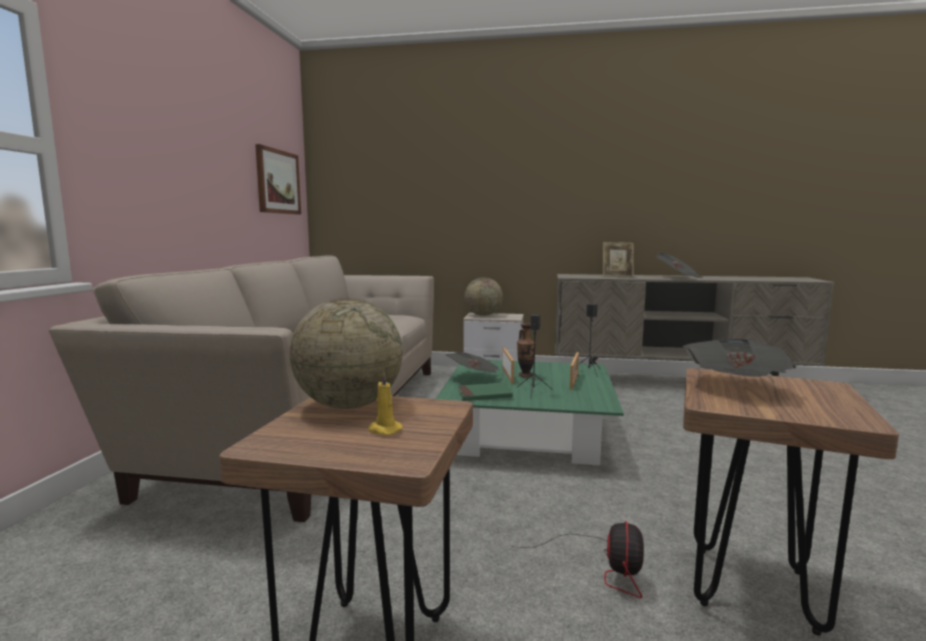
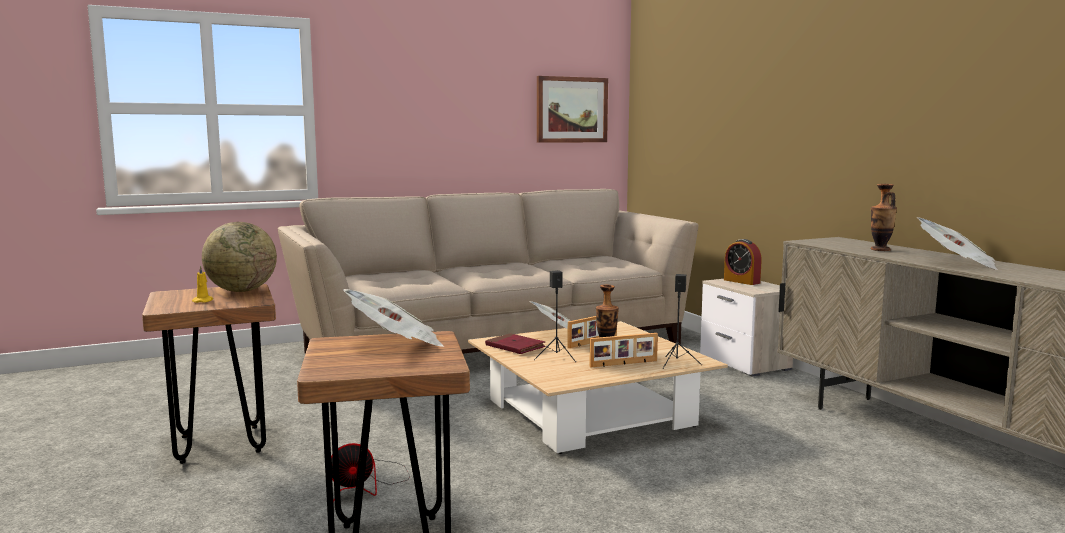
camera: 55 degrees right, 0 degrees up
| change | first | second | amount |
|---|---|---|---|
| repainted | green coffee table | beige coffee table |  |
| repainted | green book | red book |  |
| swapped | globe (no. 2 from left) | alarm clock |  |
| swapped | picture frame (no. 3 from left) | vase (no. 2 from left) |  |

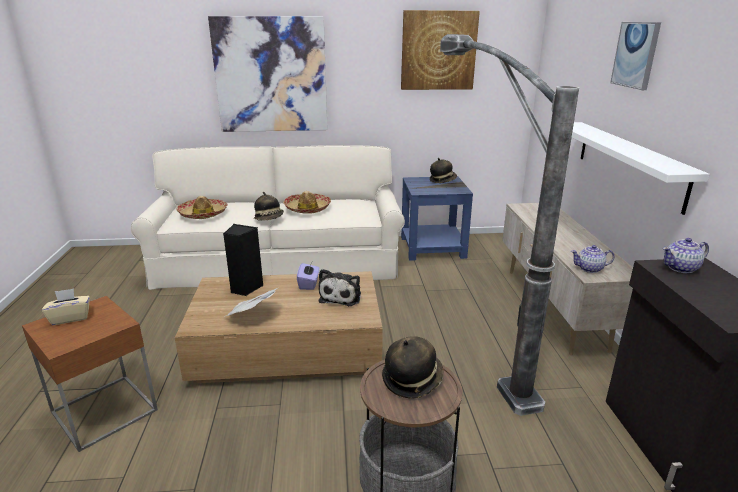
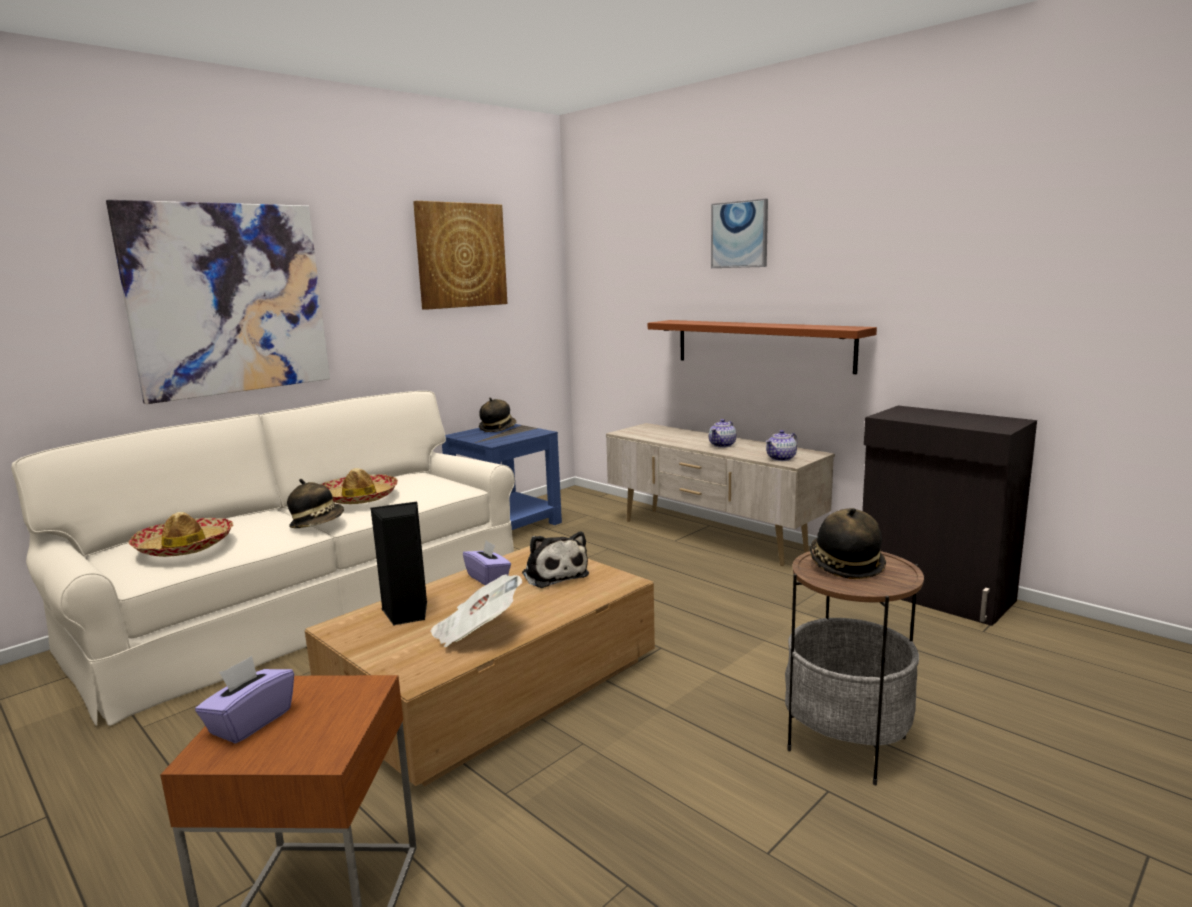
camera: 40 degrees left, 10 degrees down
| change | first | second | amount |
|---|---|---|---|
| repainted | beige tissue box | purple tissue box (no. 1 from left) |  |
| repainted | white shelf | brown shelf |  |
| shifted | teapot (no. 2 from left in the first image) | teapot (no. 1 from left) |  |
| gone | floor lamp |  |  |

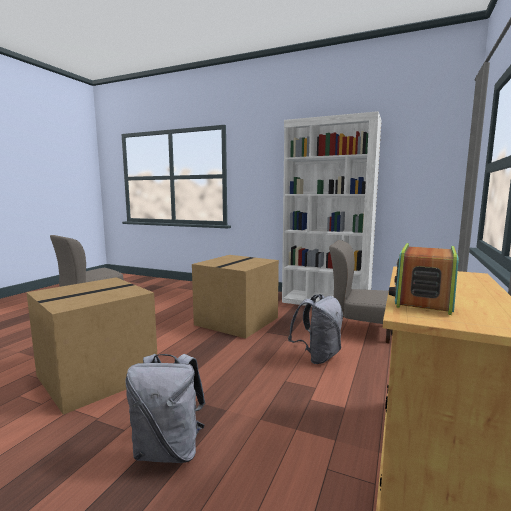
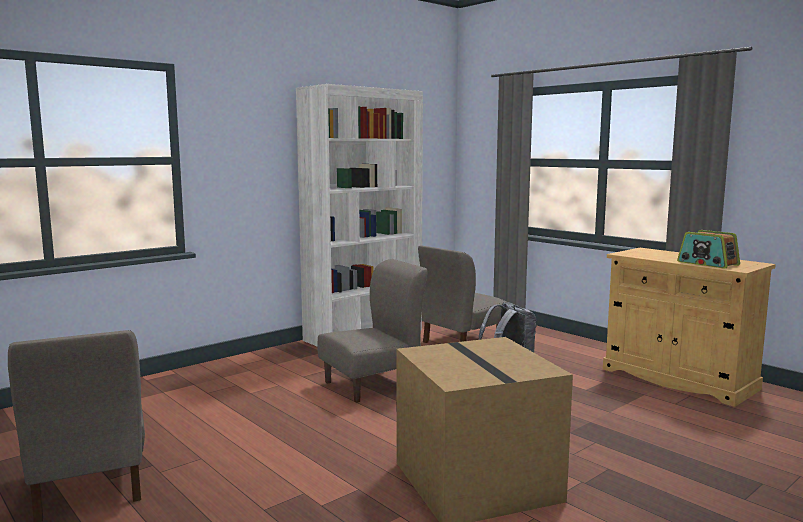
camera: 65 degrees left, 0 degrees up
| change | first | second | amount |
|---|---|---|---|
| swapped | cardboard box (no. 2 from left) | grey chair (no. 2 from left) |  |
| gone | grey backpack (no. 1 from left) |  |  |

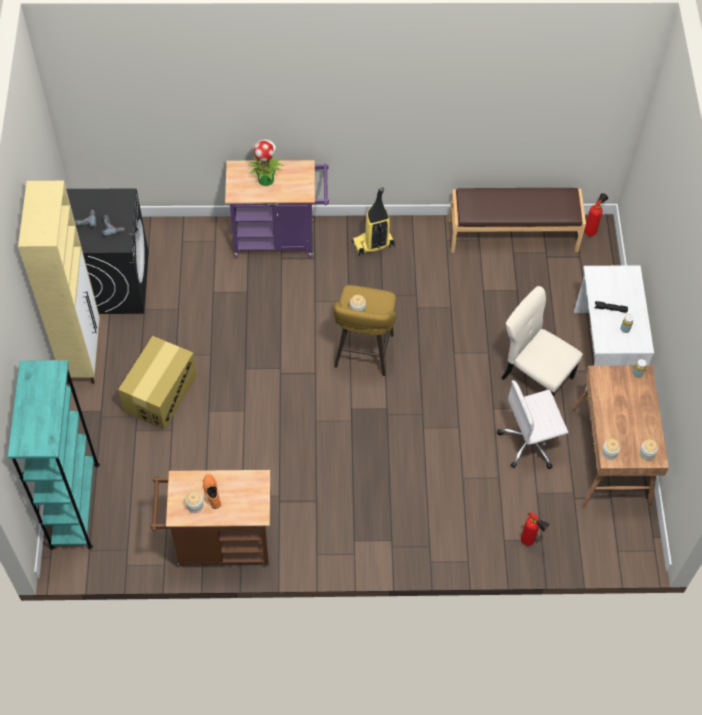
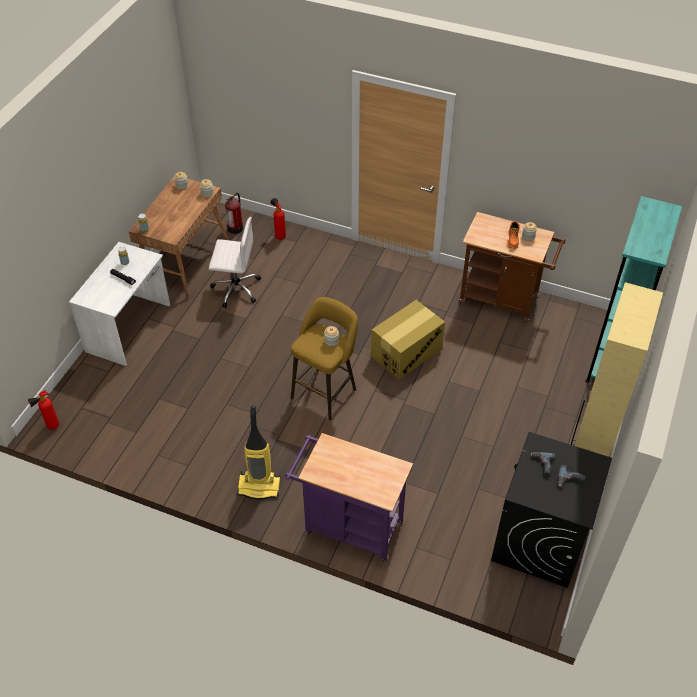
camera: 155 degrees left, 10 degrees down
| change | first | second | amount |
|---|---|---|---|
| new |  | fire extinguisher (no. 2 from left) |  |
| shifted | cardboard box |  |  |
| gone | potted plant |  |  |
| gone | brown bench |  |  |
| gone | beige chair |  |  |

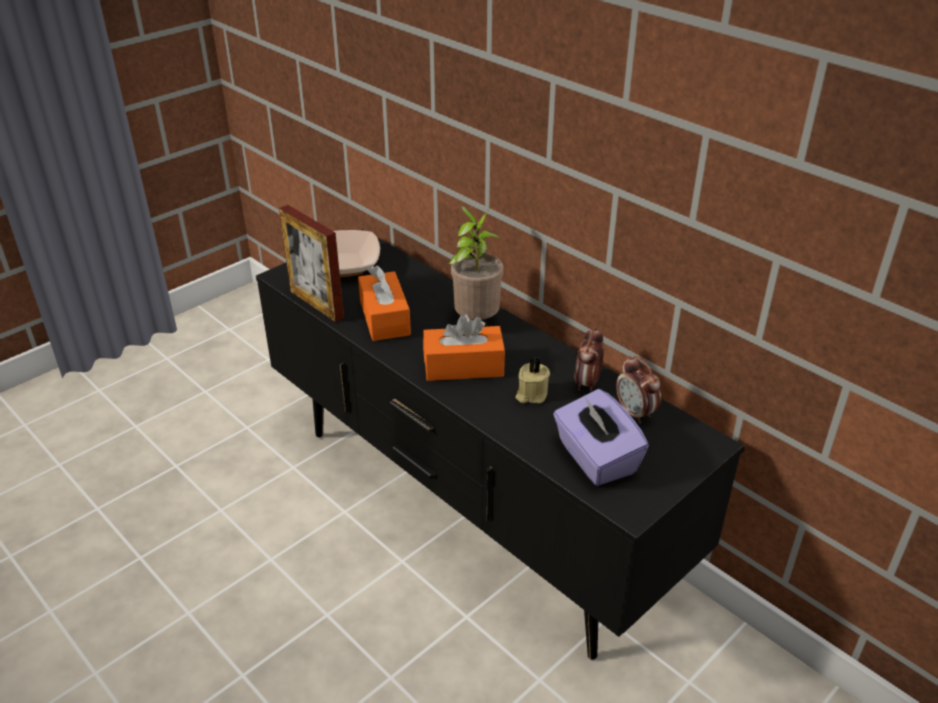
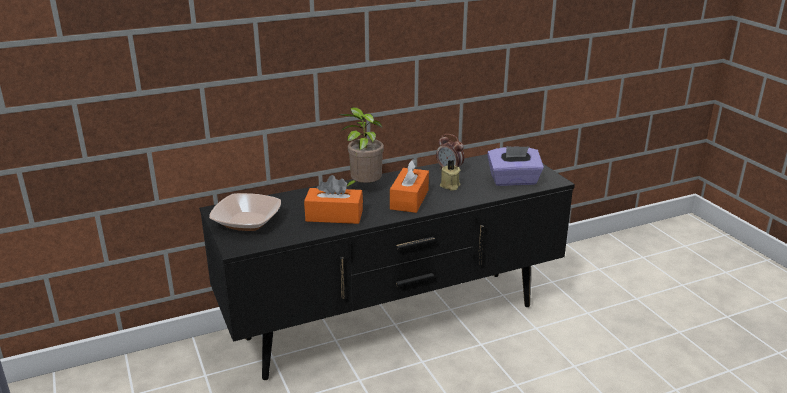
camera: 70 degrees left, 10 degrees down
| change | first | second | amount |
|---|---|---|---|
| gone | picture frame |  |  |
| gone | alarm clock (no. 2 from left) |  |  |

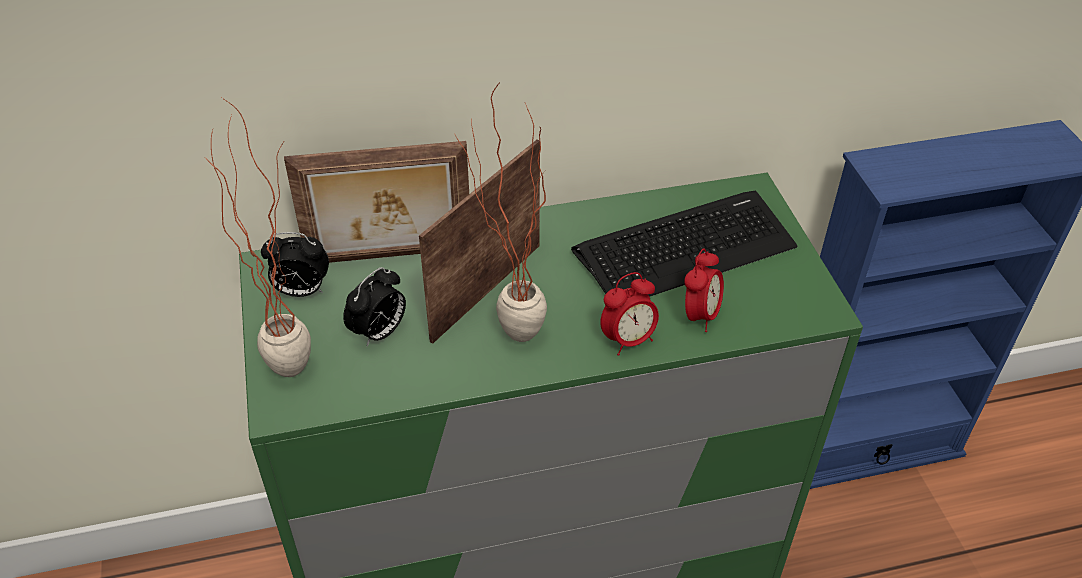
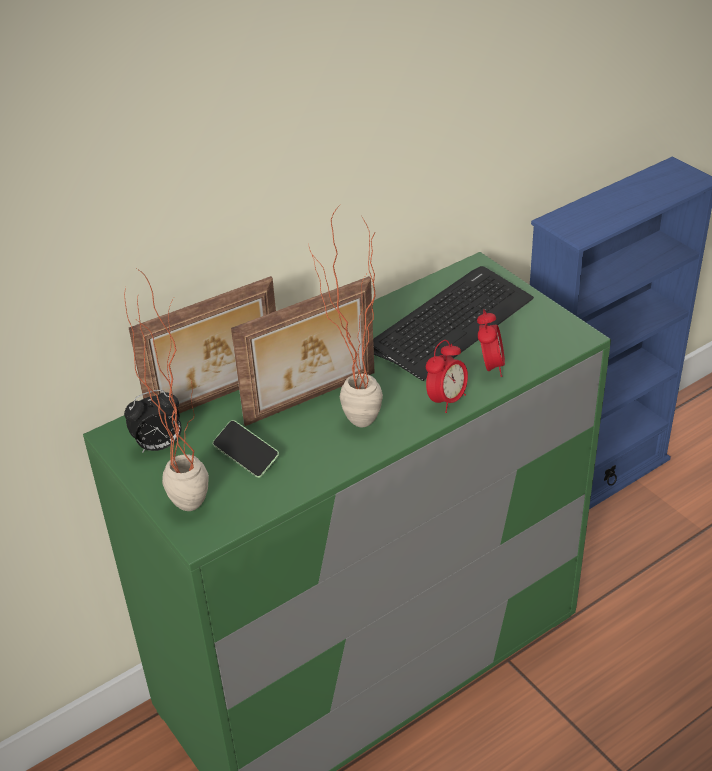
camera: 20 degrees left, 5 degrees down
| change | first | second | amount |
|---|---|---|---|
| swapped | alarm clock (no. 2 from left) | phone |  |
| rotated | picture frame (no. 2 from left) |  | 135 degrees counterclockwise |

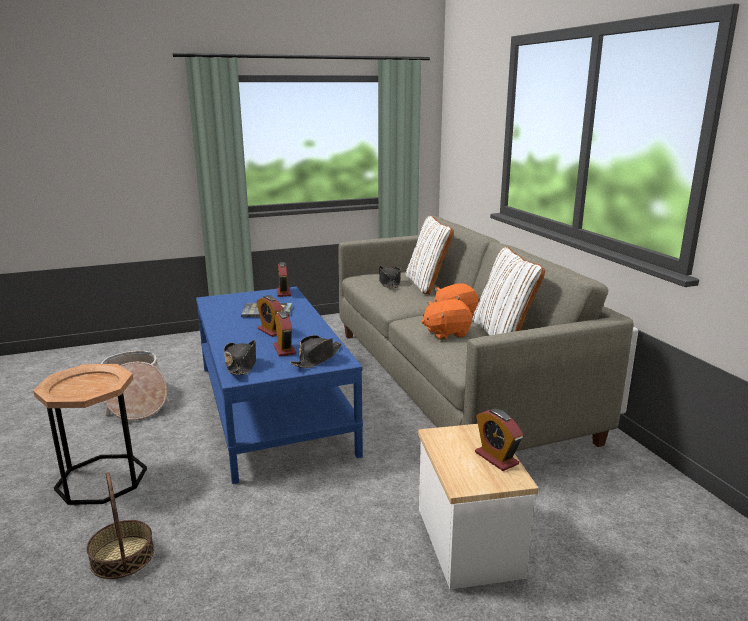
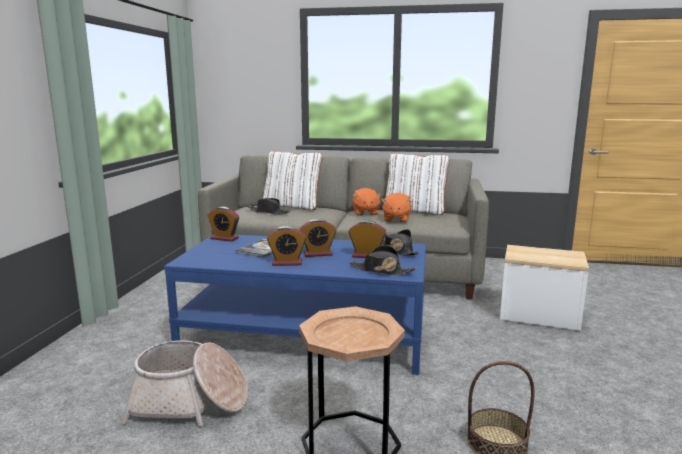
camera: 60 degrees left, 5 degrees down
| change | first | second | amount |
|---|---|---|---|
| shifted | alarm clock (no. 4 from left in the first image) | alarm clock (no. 2 from left) |  |

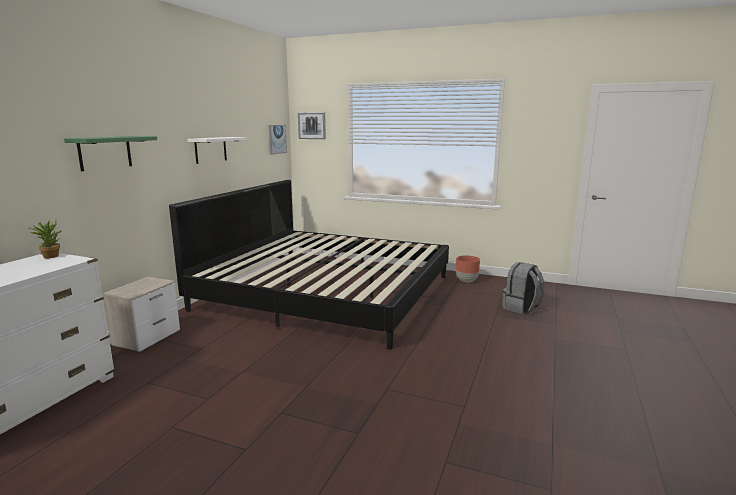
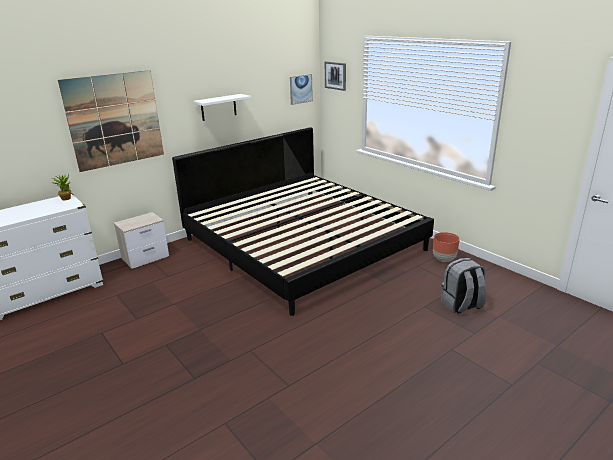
camera: 30 degrees right, 10 degrees up
| change | first | second | amount |
|---|---|---|---|
| swapped | green shelf | picture (no. 1 from left) |  |

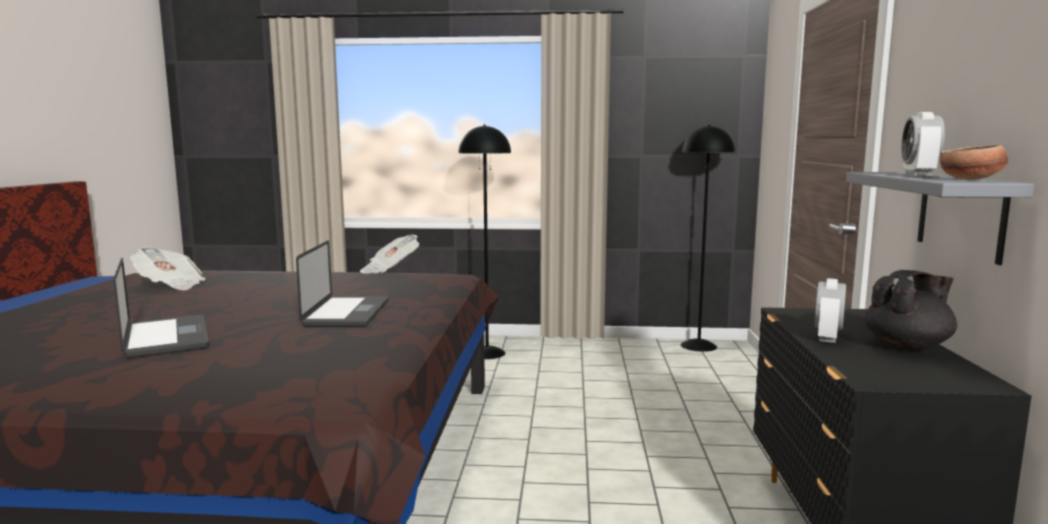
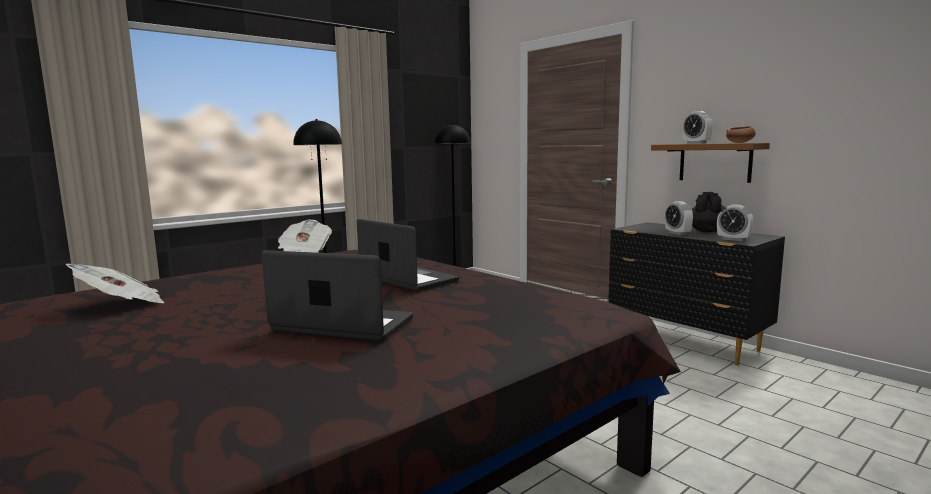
camera: 45 degrees left, 0 degrees up
| change | first | second | amount |
|---|---|---|---|
| repainted | grey shelf | brown shelf |  |
| new |  | alarm clock (no. 3 from left) |  |

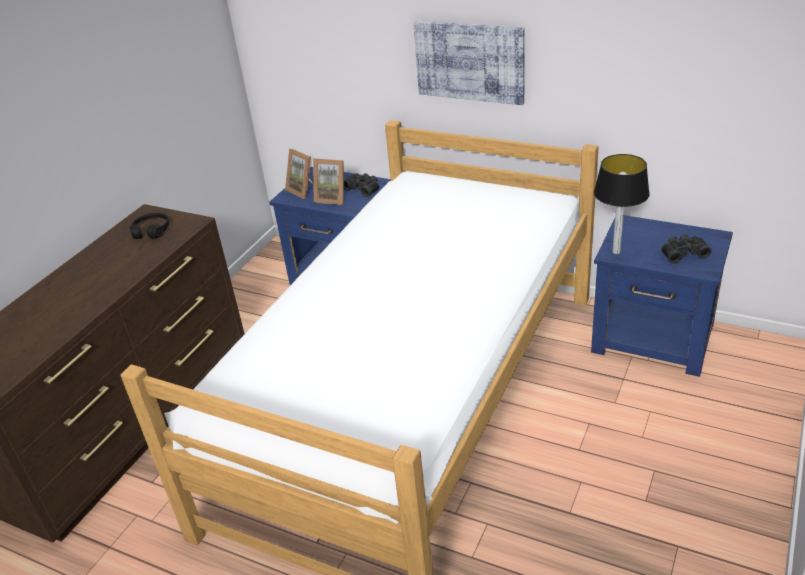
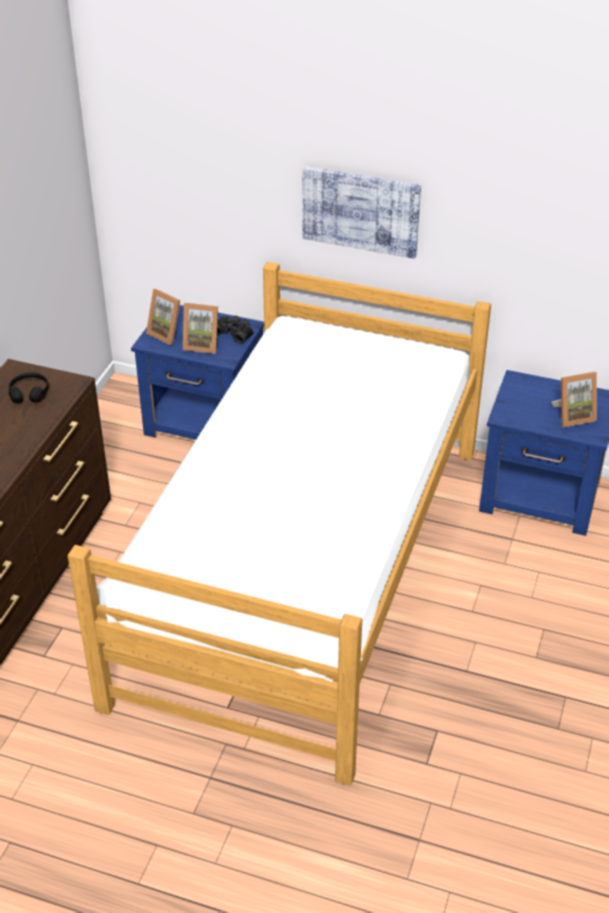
camera: 10 degrees left, 5 degrees up
| change | first | second | amount |
|---|---|---|---|
| swapped | black binoculars (no. 2 from left) | picture frame (no. 3 from left) |  |
| gone | table lamp |  |  |

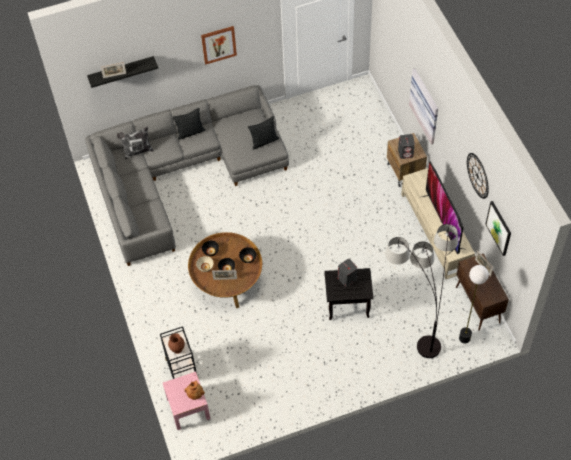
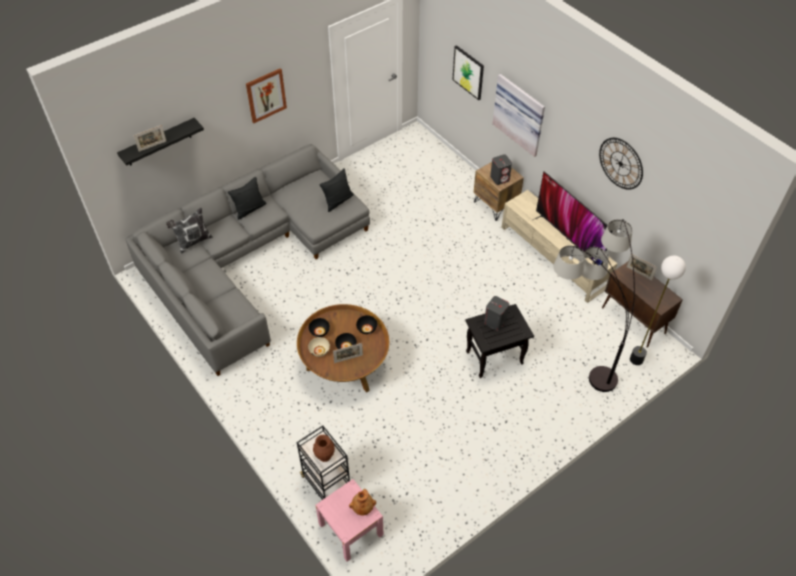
camera: 20 degrees left, 5 degrees down
| change | first | second | amount |
|---|---|---|---|
| shifted | picture (no. 3 from left in the first image) | picture (no. 2 from left) |  |

